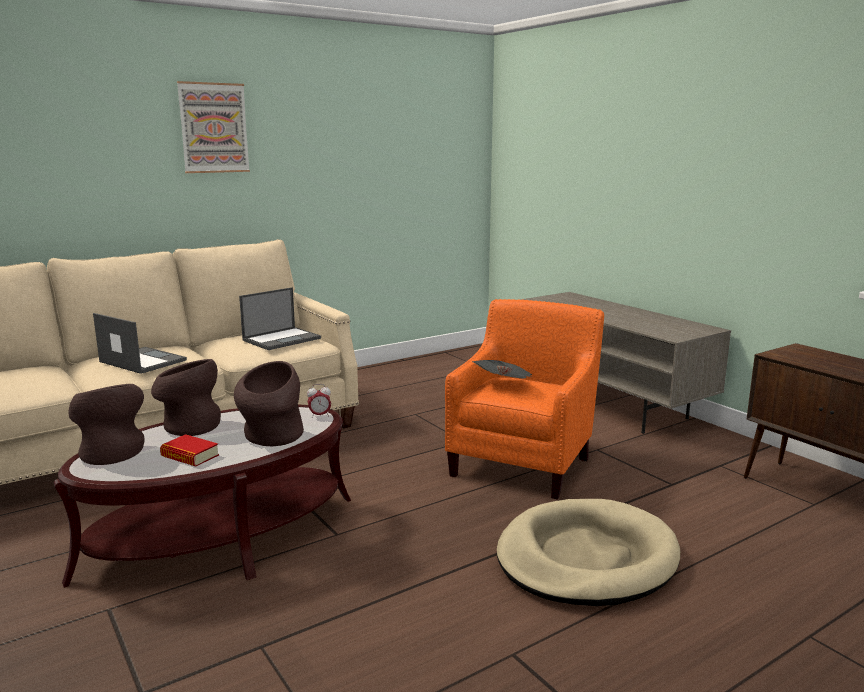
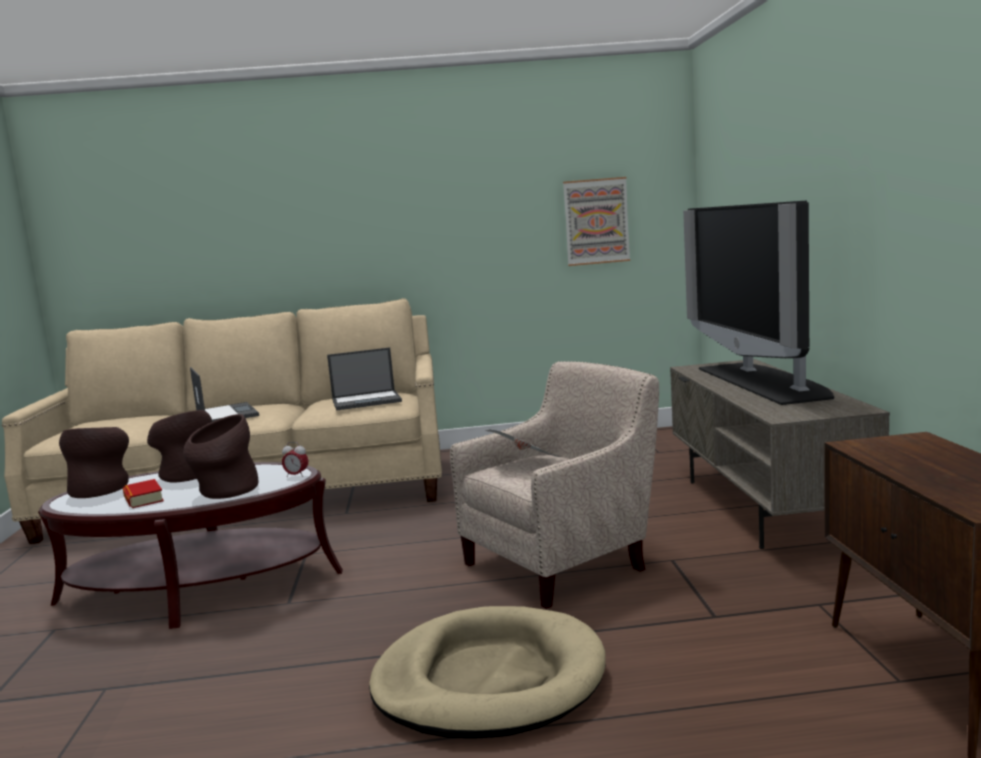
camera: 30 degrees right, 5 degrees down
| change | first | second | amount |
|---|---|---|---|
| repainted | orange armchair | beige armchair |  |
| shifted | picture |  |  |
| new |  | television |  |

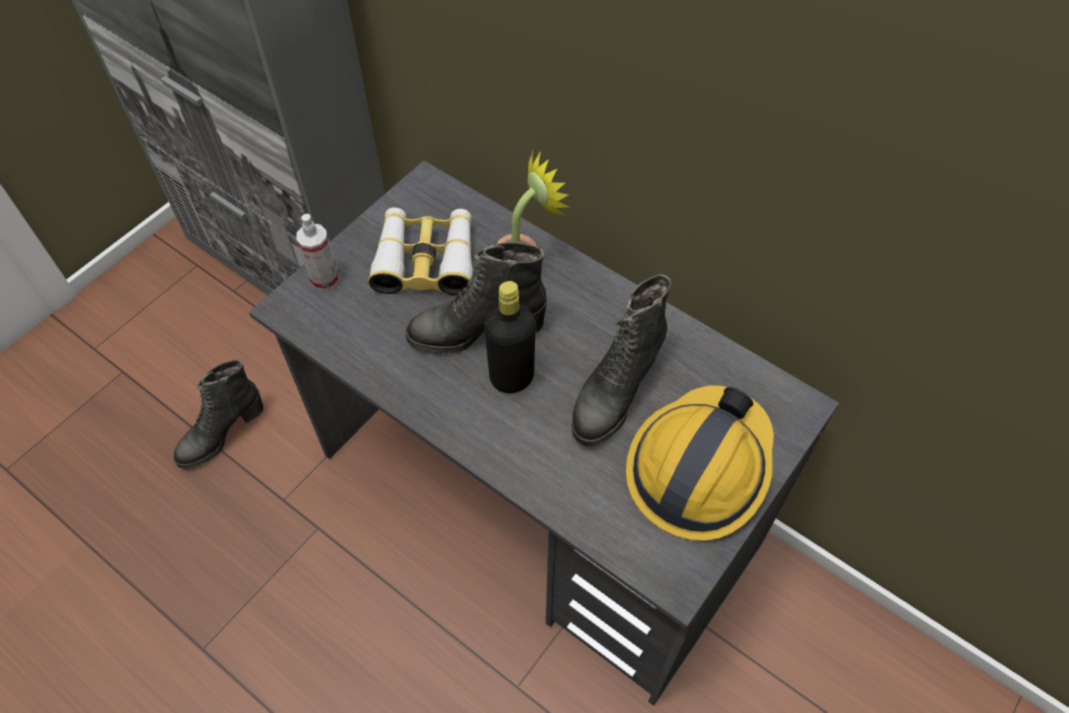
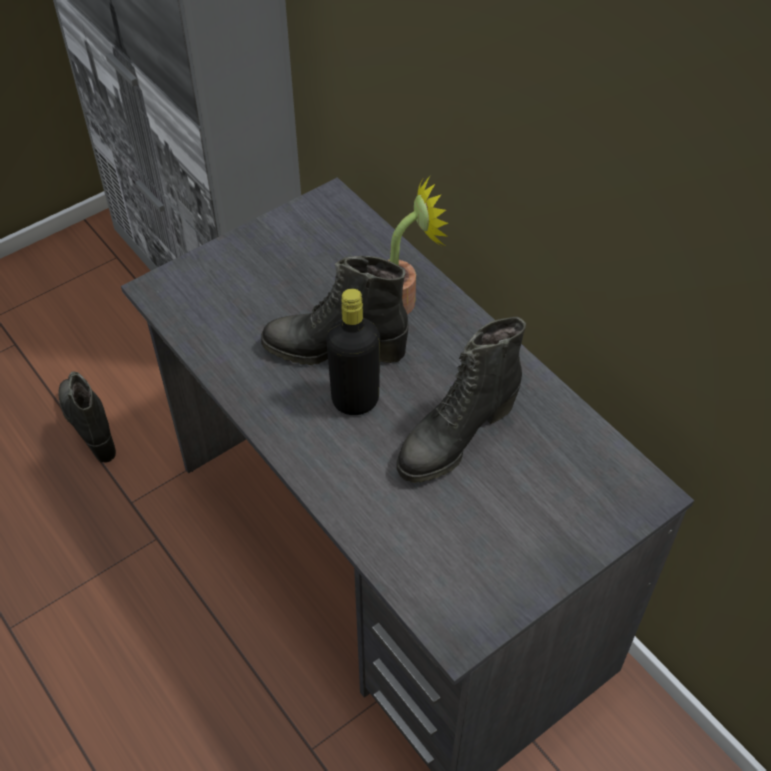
camera: 15 degrees right, 5 degrees down
| change | first | second | amount |
|---|---|---|---|
| rotated | black boot (no. 1 from left) |  | 90 degrees clockwise |
| gone | spray bottle |  |  |
| gone | binoculars |  |  |
| gone | hard hat |  |  |

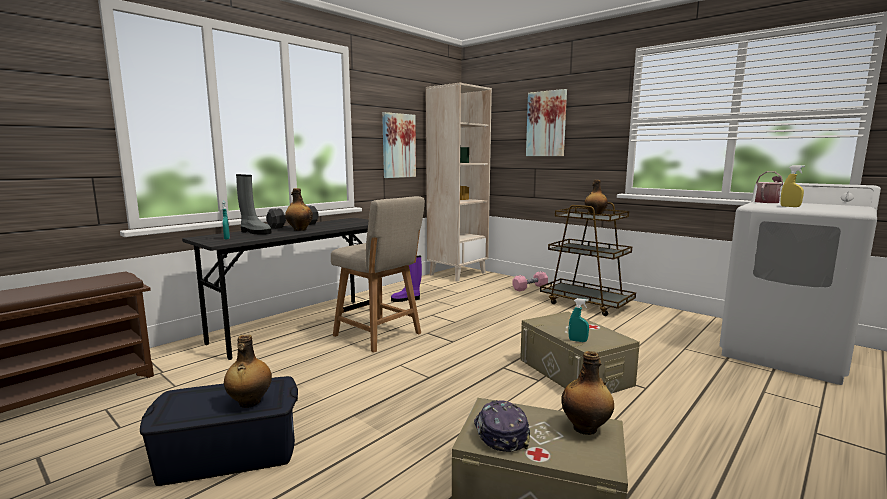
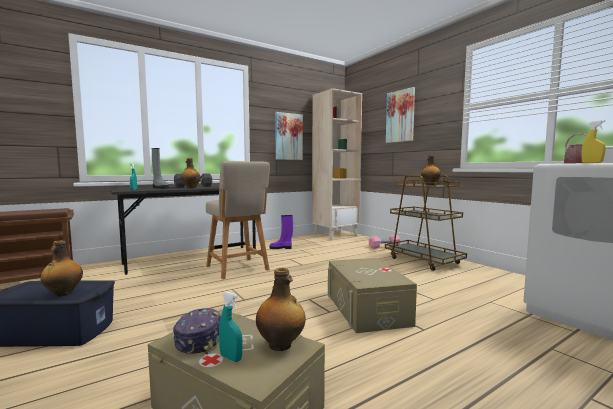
camera: 15 degrees right, 5 degrees down
| change | first | second | amount |
|---|---|---|---|
| shifted | turquoise spray bottle (no. 2 from left) |  |  |

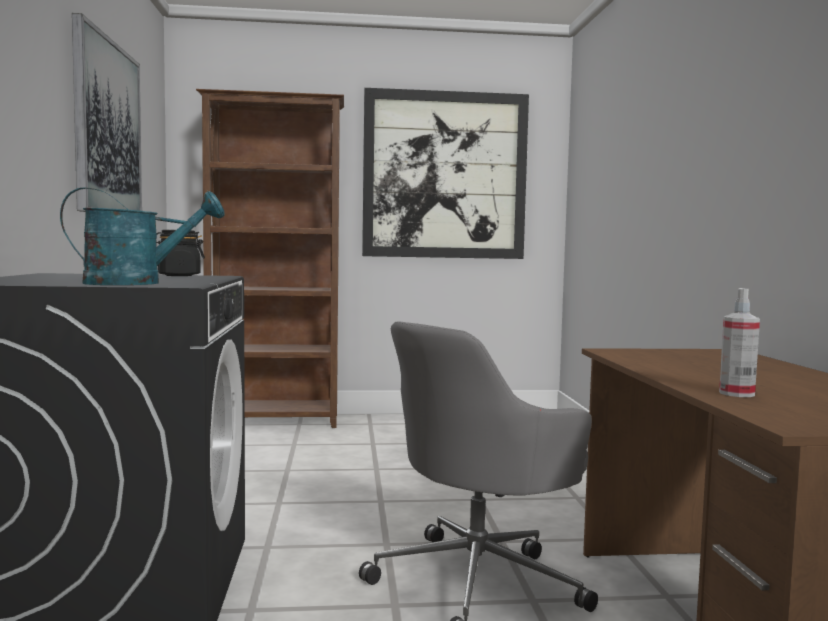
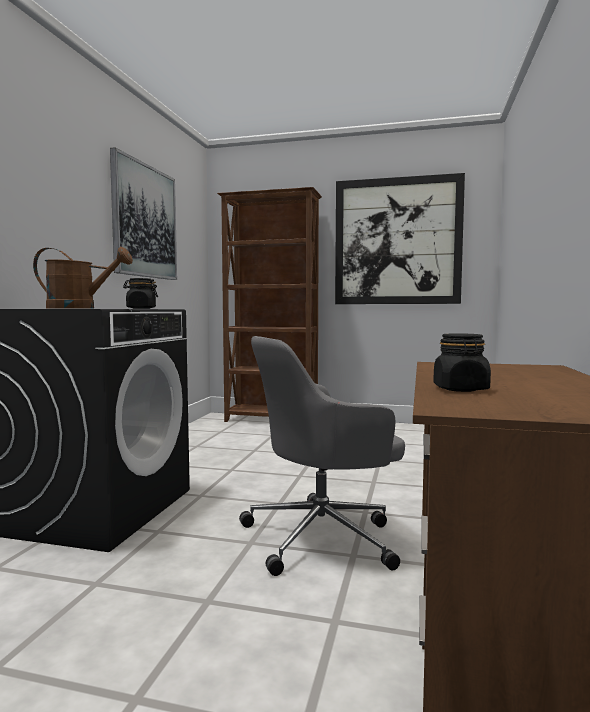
camera: 20 degrees right, 0 degrees up
| change | first | second | amount |
|---|---|---|---|
| repainted | turquoise watering can | brown watering can |  |
| swapped | spray bottle | black jar (no. 2 from left) |  |

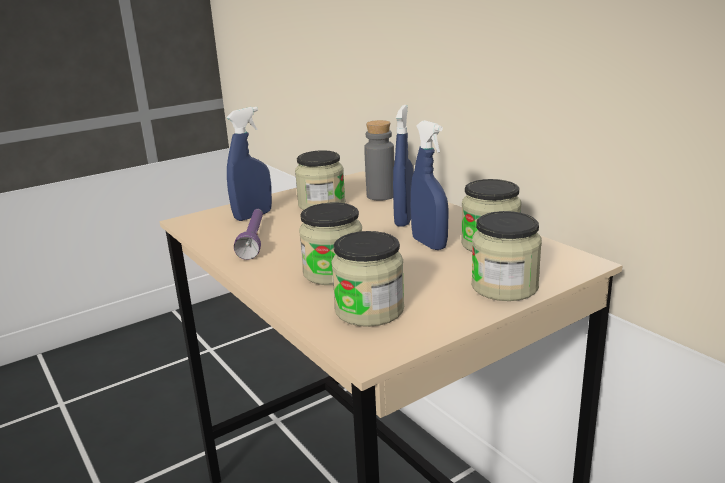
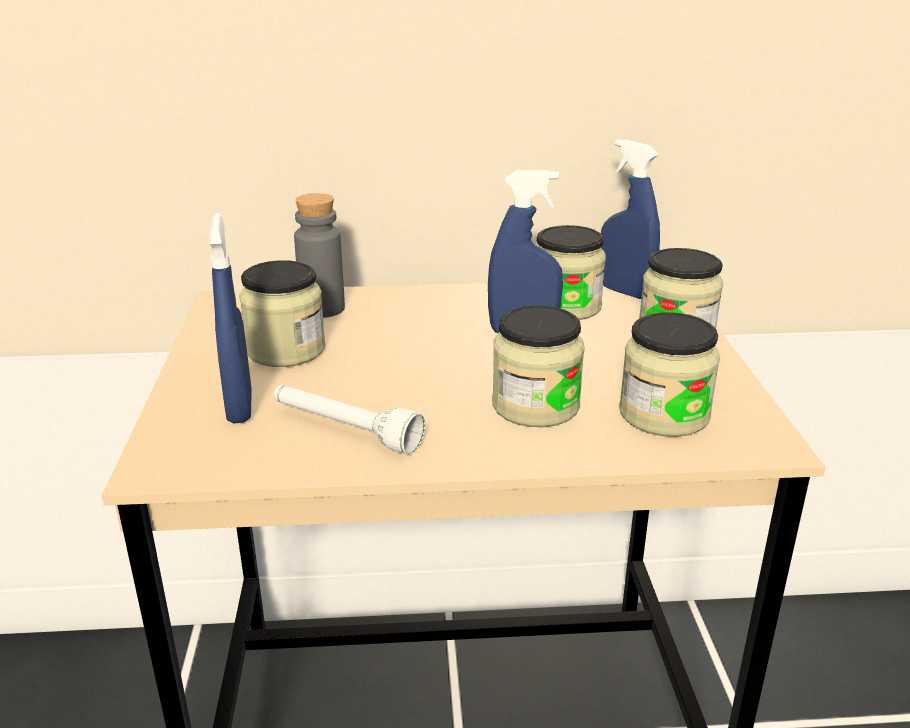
camera: 60 degrees left, 5 degrees up
| change | first | second | amount |
|---|---|---|---|
| repainted | purple flashlight | white flashlight |  |
| shifted | blue spray bottle (no. 2 from left in the first image) | blue spray bottle (no. 3 from left) |  |

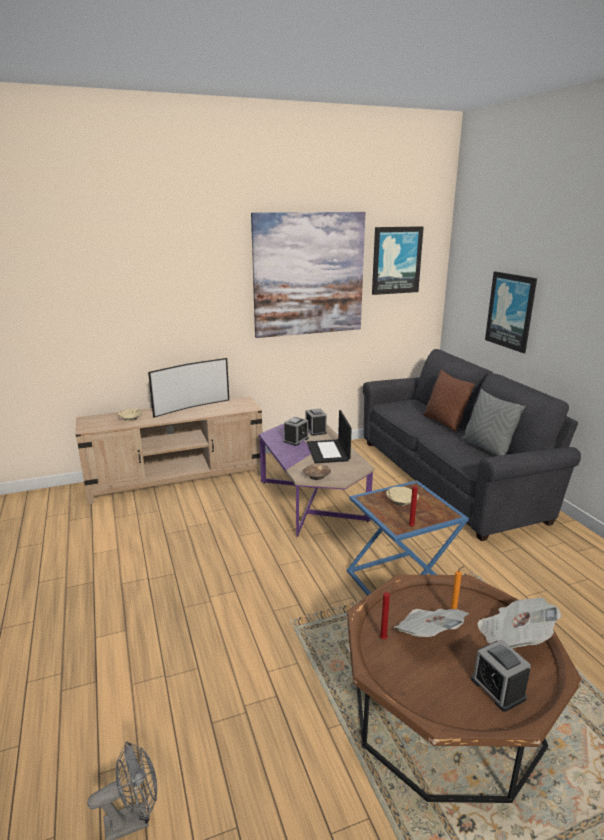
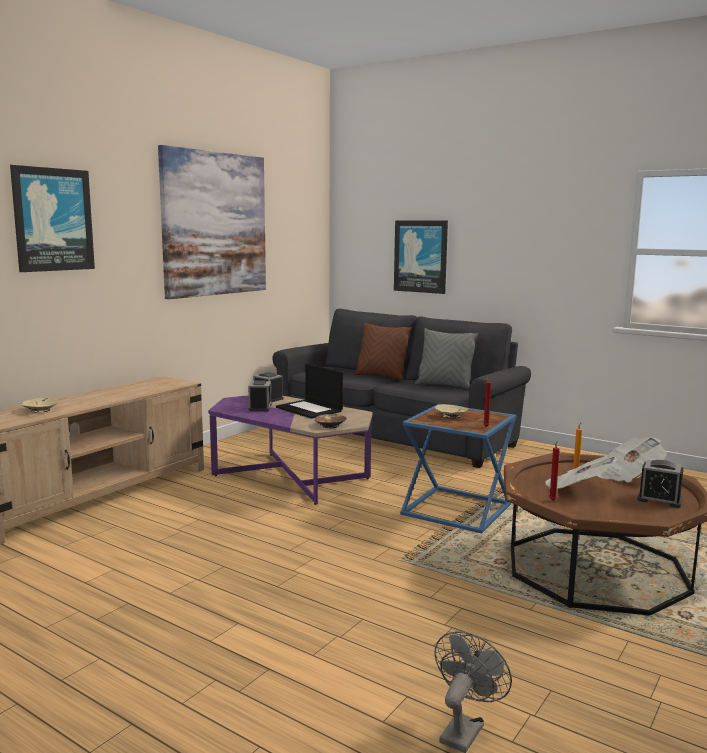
camera: 35 degrees left, 10 degrees down
| change | first | second | amount |
|---|---|---|---|
| shifted | picture (no. 2 from left in the first image) | picture (no. 1 from left) |  |
| gone | television |  |  |

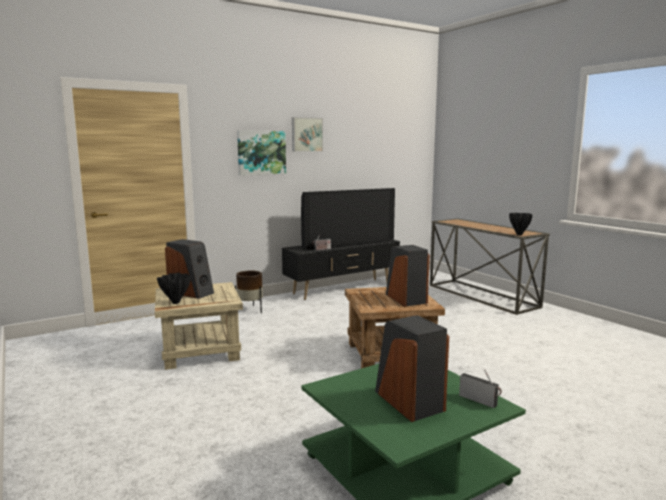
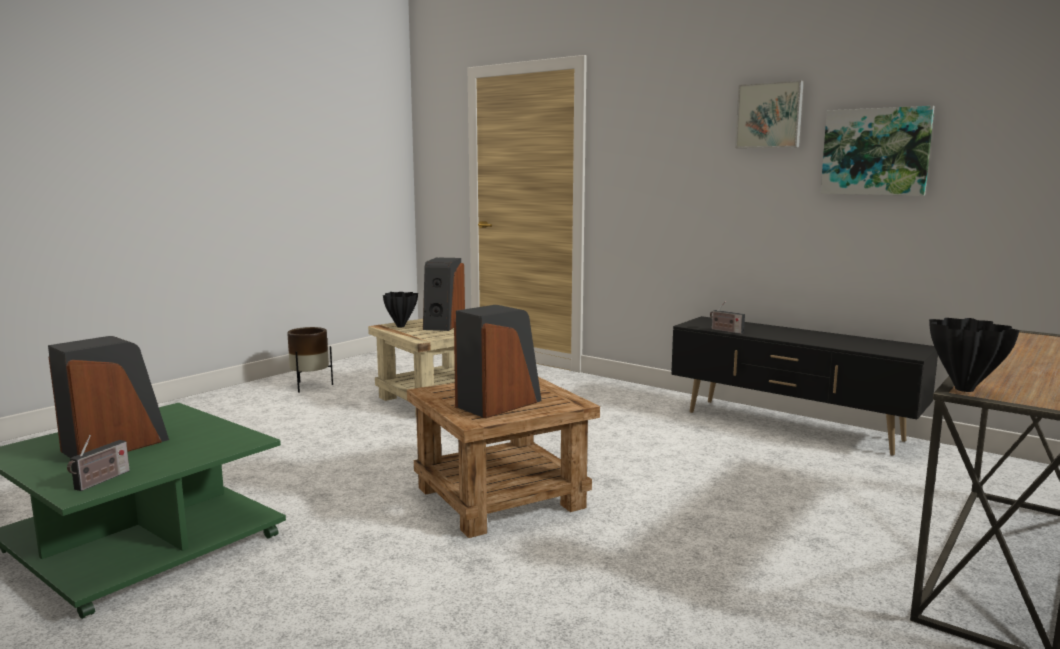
camera: 70 degrees right, 0 degrees up
| change | first | second | amount |
|---|---|---|---|
| shifted | brown planter |  |  |
| shifted | picture (no. 1 from left in the first image) | picture (no. 2 from left) |  |
| gone | television |  |  |

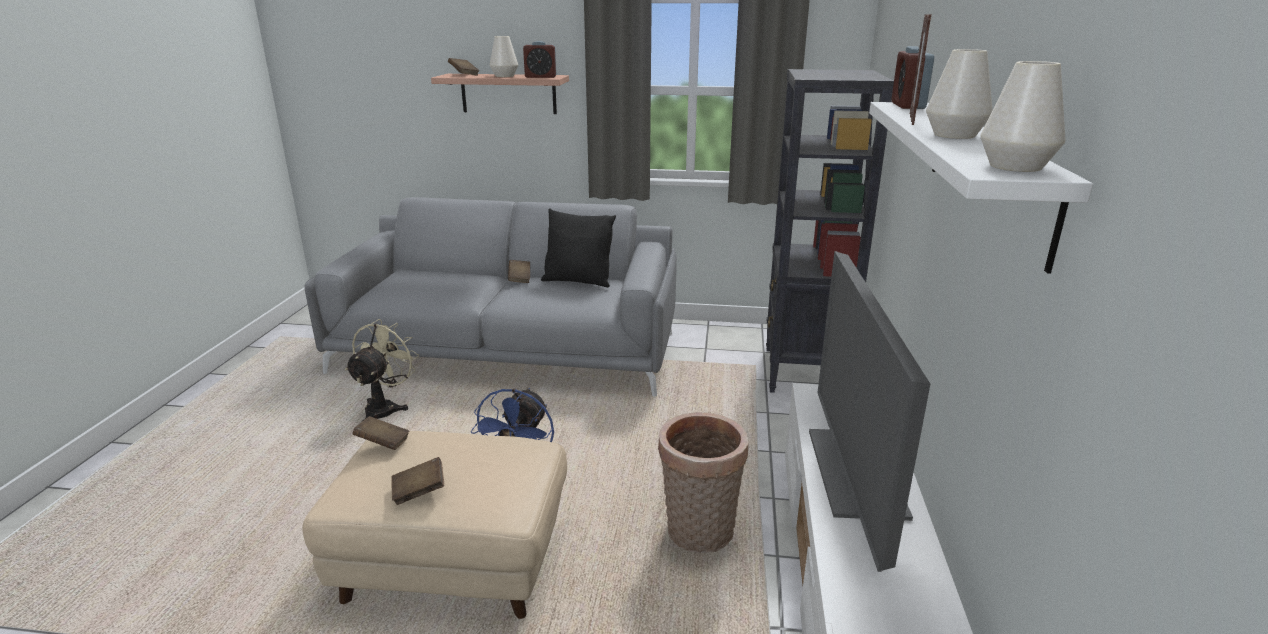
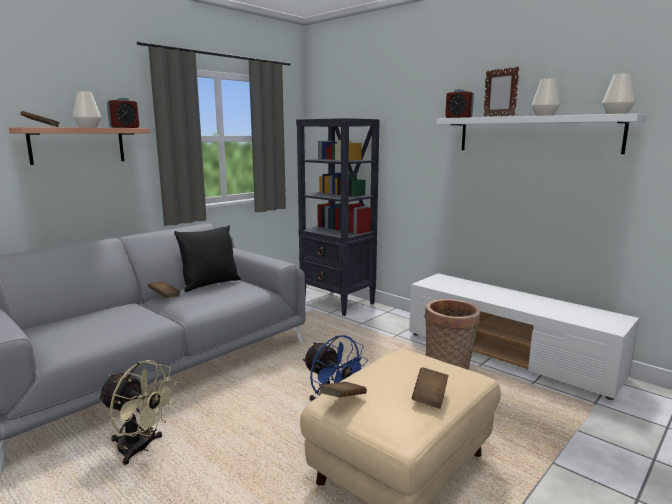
camera: 55 degrees left, 10 degrees down
| change | first | second | amount |
|---|---|---|---|
| rotated | beige fan |  | 150 degrees clockwise |
| gone | television |  |  |

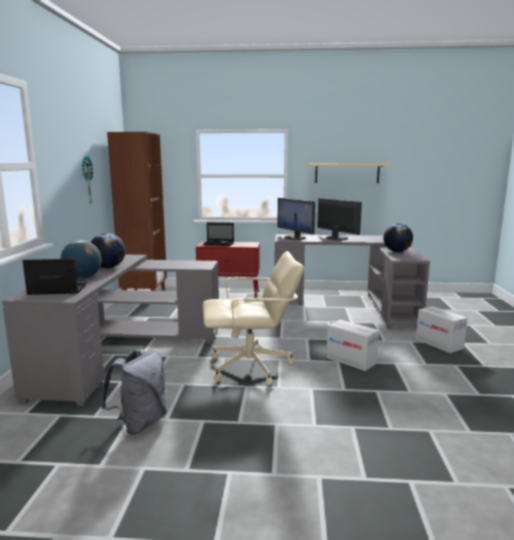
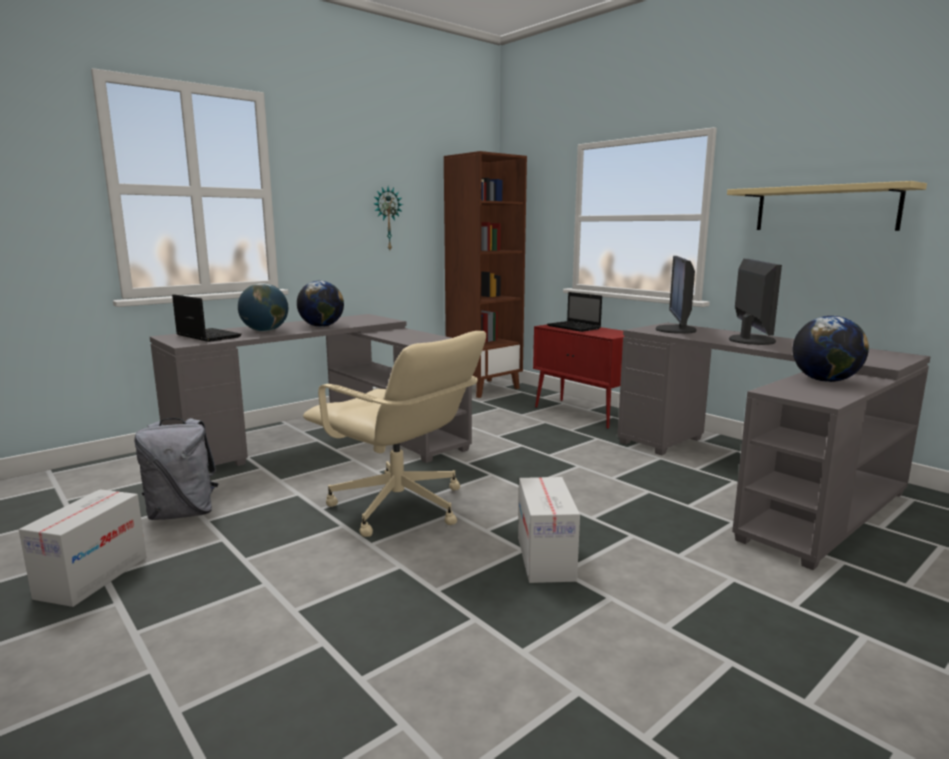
camera: 45 degrees right, 0 degrees up
| change | first | second | amount |
|---|---|---|---|
| shifted | cardboard box (no. 2 from left in the first image) | cardboard box (no. 1 from left) |  |

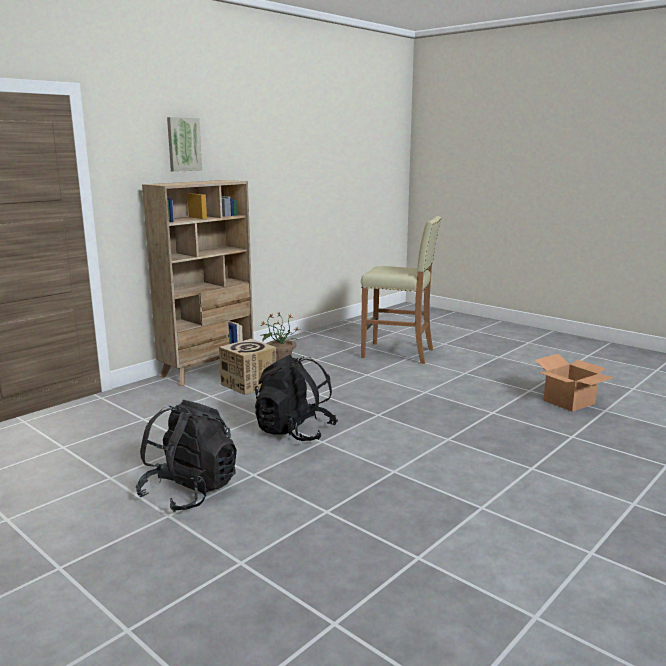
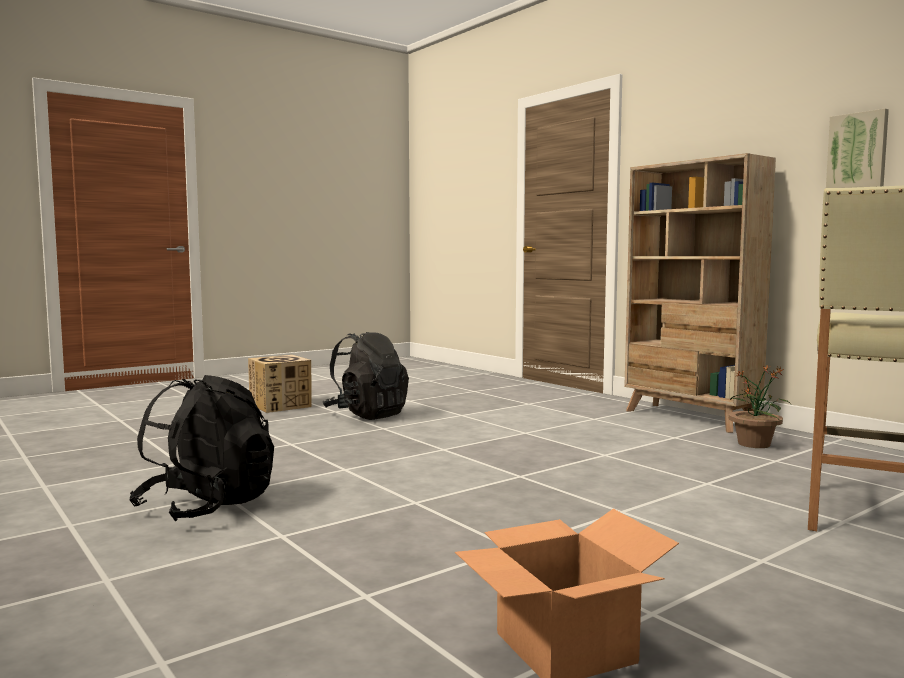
camera: 100 degrees right, 10 degrees down
| change | first | second | amount |
|---|---|---|---|
| shifted | black backpack (no. 2 from left in the first image) | black backpack (no. 1 from left) |  |
| shifted | cardboard box (no. 1 from left) |  |  |
| shifted | picture |  |  |

